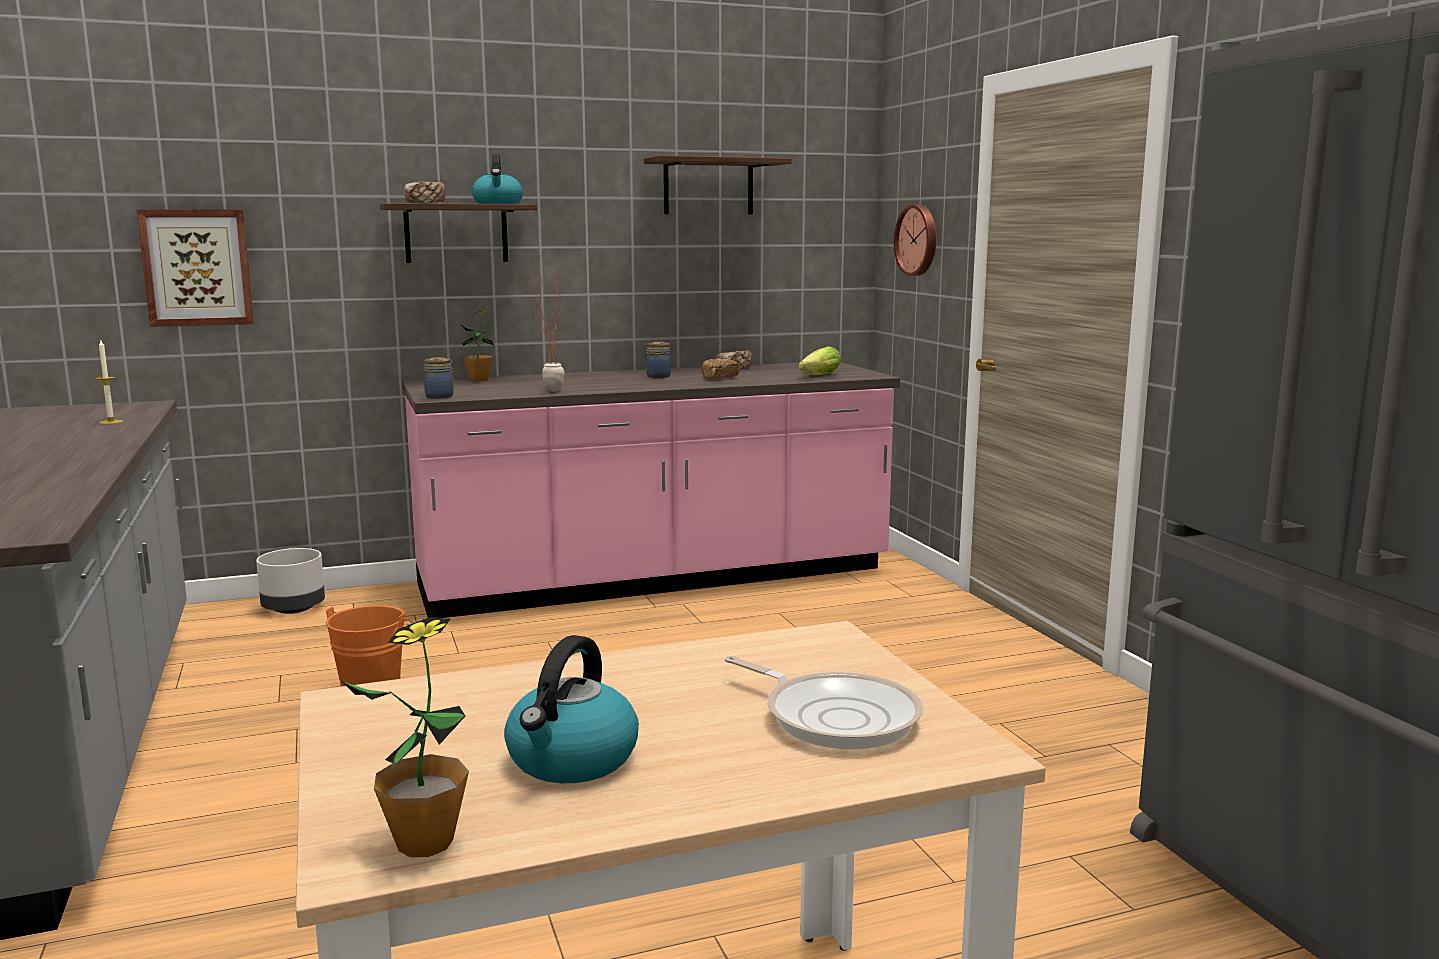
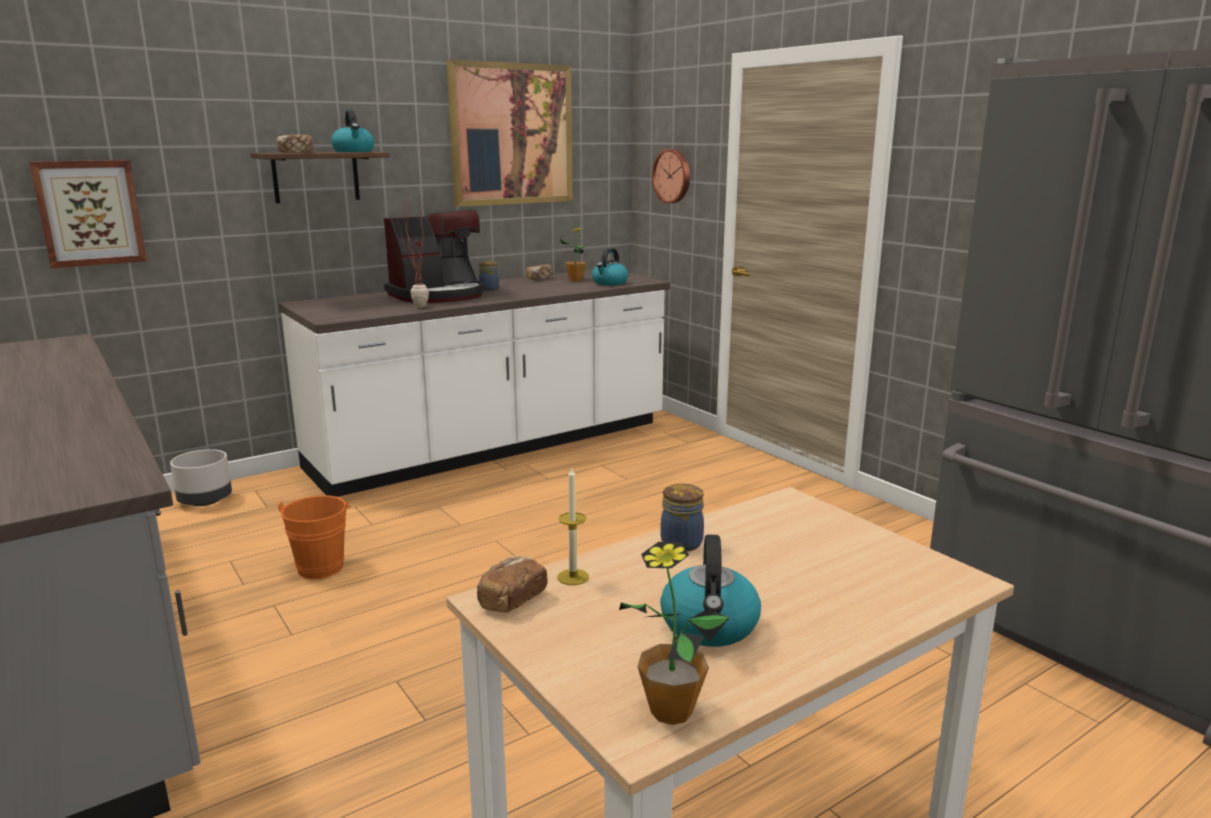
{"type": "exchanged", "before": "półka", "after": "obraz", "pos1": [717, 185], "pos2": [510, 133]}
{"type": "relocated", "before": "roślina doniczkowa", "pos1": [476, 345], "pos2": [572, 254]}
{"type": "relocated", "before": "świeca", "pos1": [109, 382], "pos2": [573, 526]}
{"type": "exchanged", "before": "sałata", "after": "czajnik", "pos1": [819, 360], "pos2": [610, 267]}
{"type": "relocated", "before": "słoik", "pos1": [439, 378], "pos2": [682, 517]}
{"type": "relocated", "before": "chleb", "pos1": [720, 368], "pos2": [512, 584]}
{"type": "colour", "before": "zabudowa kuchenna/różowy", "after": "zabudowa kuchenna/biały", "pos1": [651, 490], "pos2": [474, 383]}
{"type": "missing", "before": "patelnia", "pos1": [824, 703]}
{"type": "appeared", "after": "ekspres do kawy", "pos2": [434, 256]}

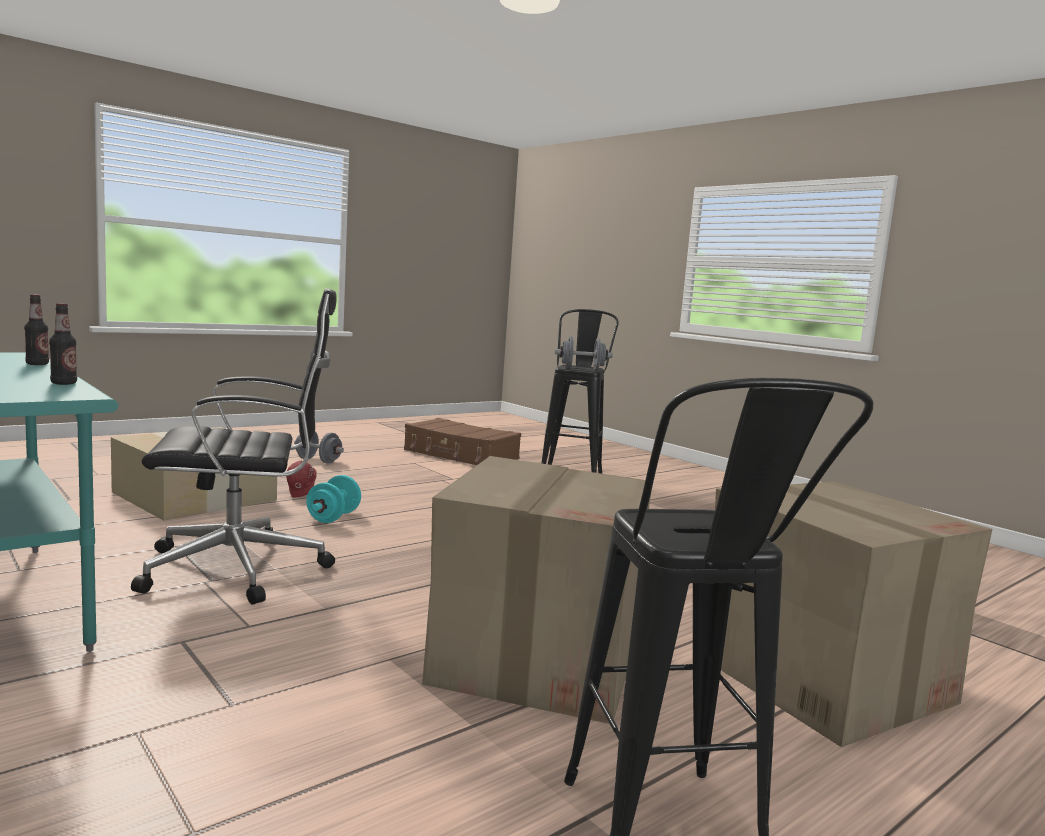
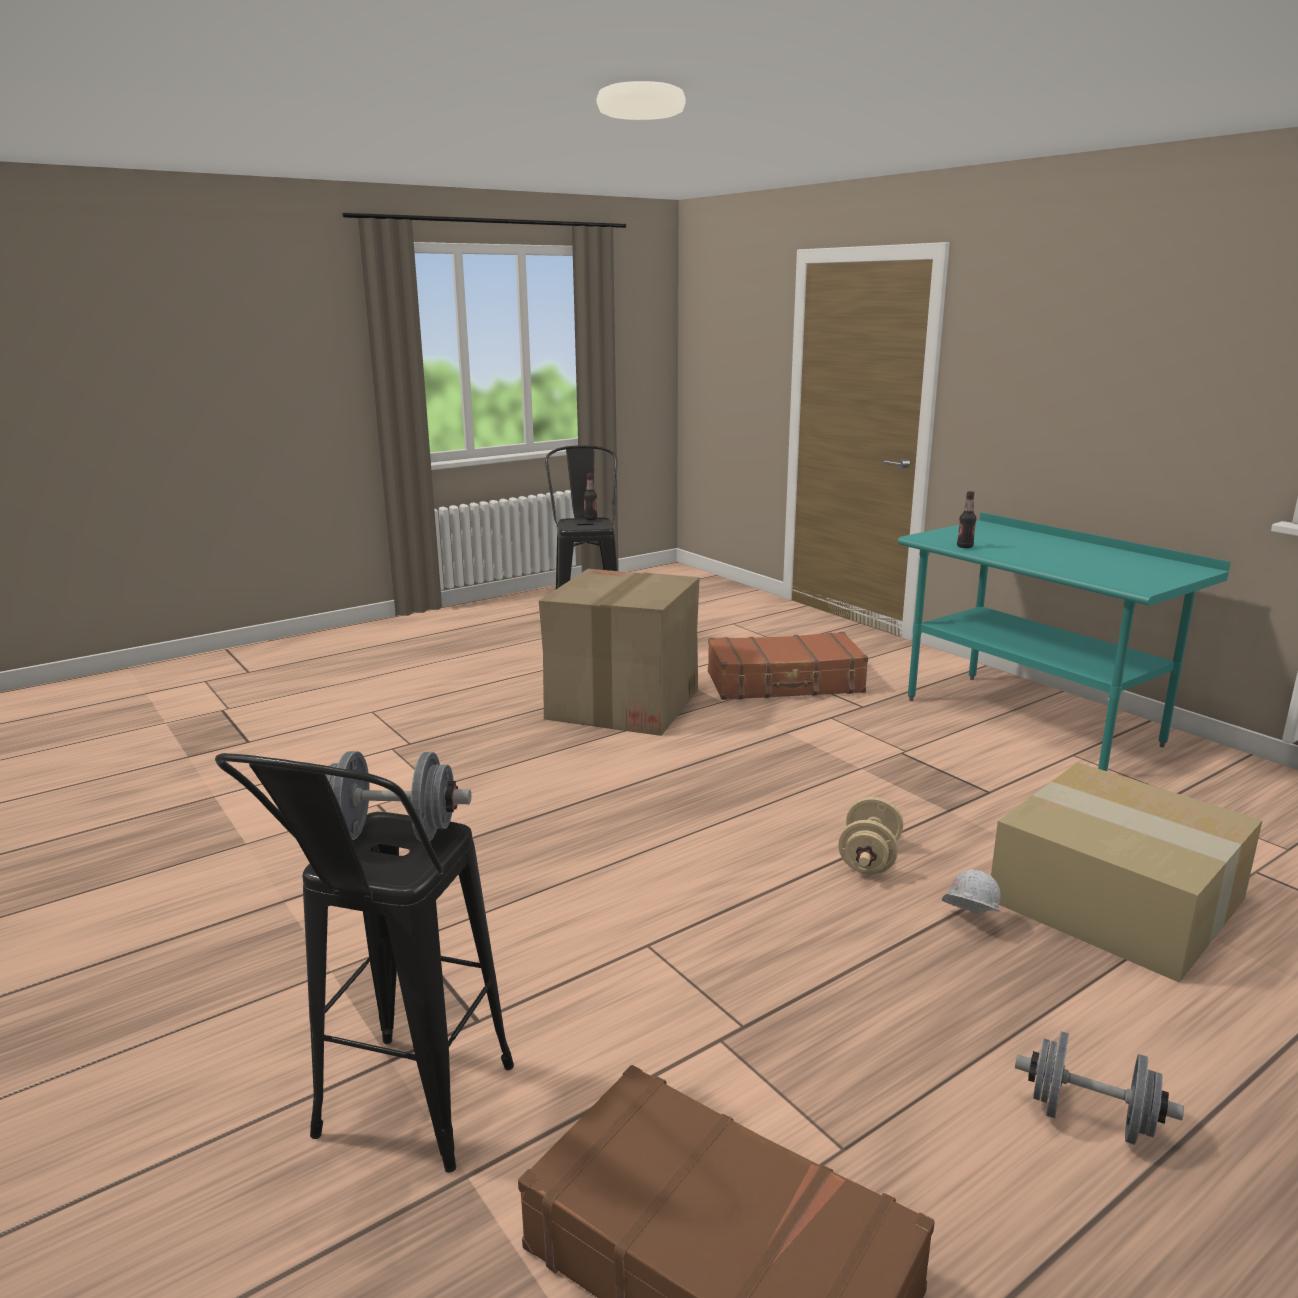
{"type": "missing", "before": "krzesło biurowe/czarny", "pos1": [234, 446]}
{"type": "relocated", "before": "butelka", "pos1": [36, 329], "pos2": [590, 496]}
{"type": "colour", "before": "kask/czerwony", "after": "kask/biały", "pos1": [301, 479], "pos2": [971, 891]}
{"type": "colour", "before": "hantel/turkusowy", "after": "hantel/beżowy", "pos1": [333, 499], "pos2": [870, 836]}
{"type": "missing", "before": "karton", "pos1": [854, 614]}
{"type": "appeared", "after": "walizka/brązowy", "pos2": [788, 666]}

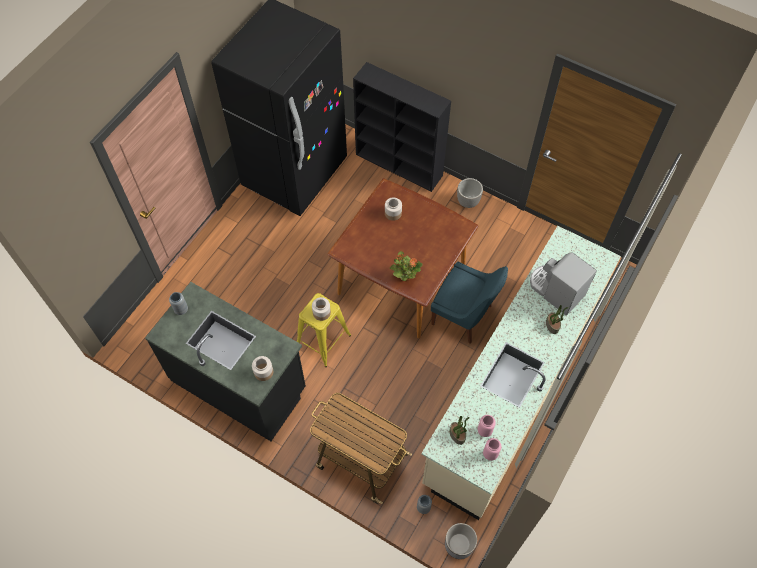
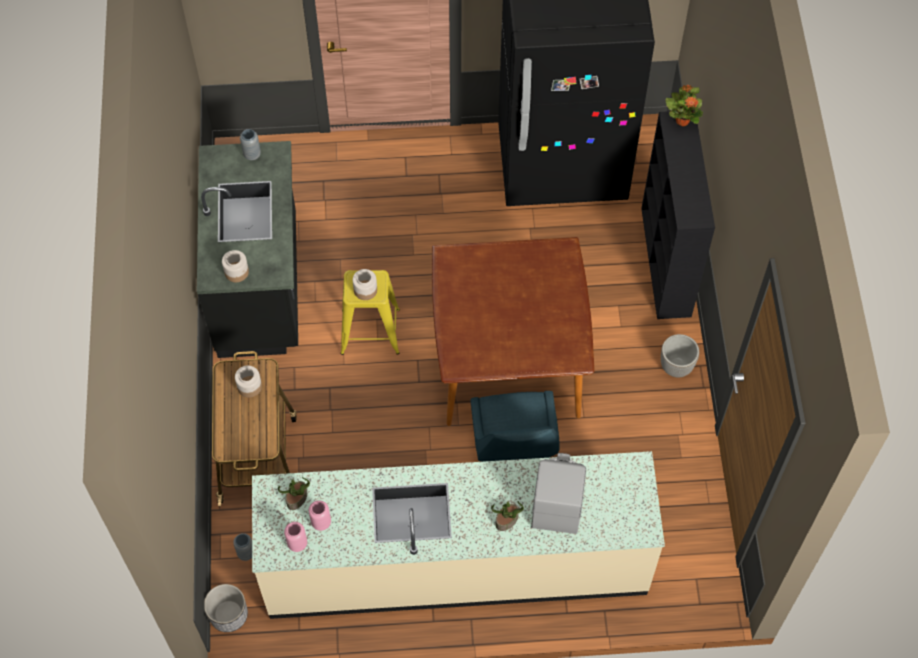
{"type": "relocated", "before": "słoik", "pos1": [393, 209], "pos2": [248, 381]}
{"type": "relocated", "before": "roślina doniczkowa", "pos1": [406, 266], "pos2": [684, 105]}

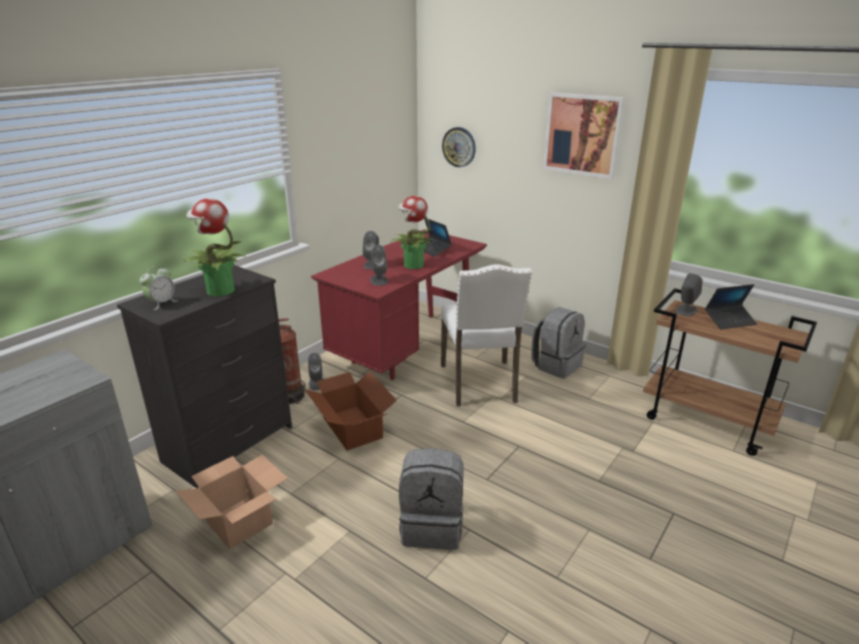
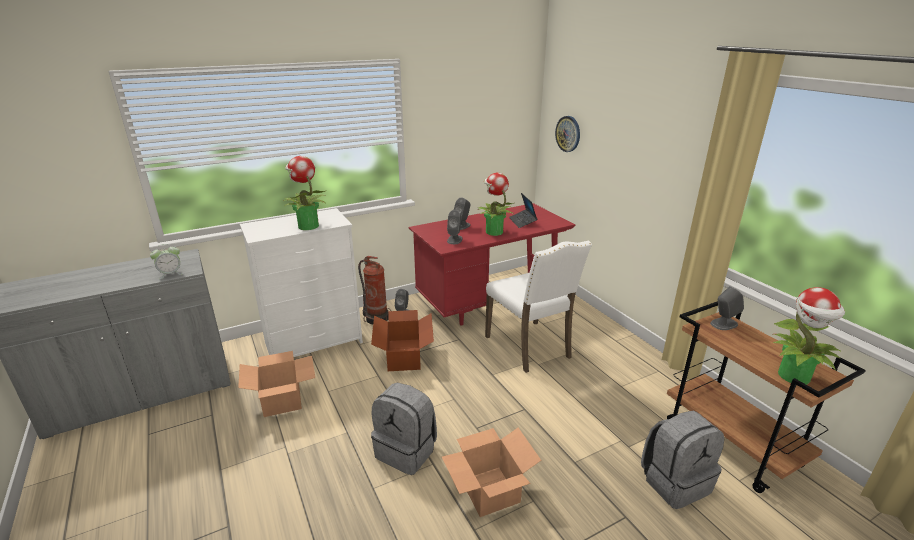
{"type": "missing", "before": "obraz", "pos1": [584, 135]}
{"type": "spun", "before": "krzesło/biały", "pos1": [486, 335], "pos2": [538, 307], "turn": -45}
{"type": "colour", "before": "komoda/czarny", "after": "komoda/biały", "pos1": [204, 376], "pos2": [301, 282]}
{"type": "relocated", "before": "budzik", "pos1": [158, 288], "pos2": [166, 261]}
{"type": "missing", "before": "laptop", "pos1": [731, 307]}
{"type": "relocated", "before": "plecak/szary", "pos1": [558, 343], "pos2": [682, 460]}
{"type": "appeared", "after": "roślina doniczkowa", "pos2": [809, 336]}
{"type": "appeared", "after": "karton", "pos2": [491, 472]}

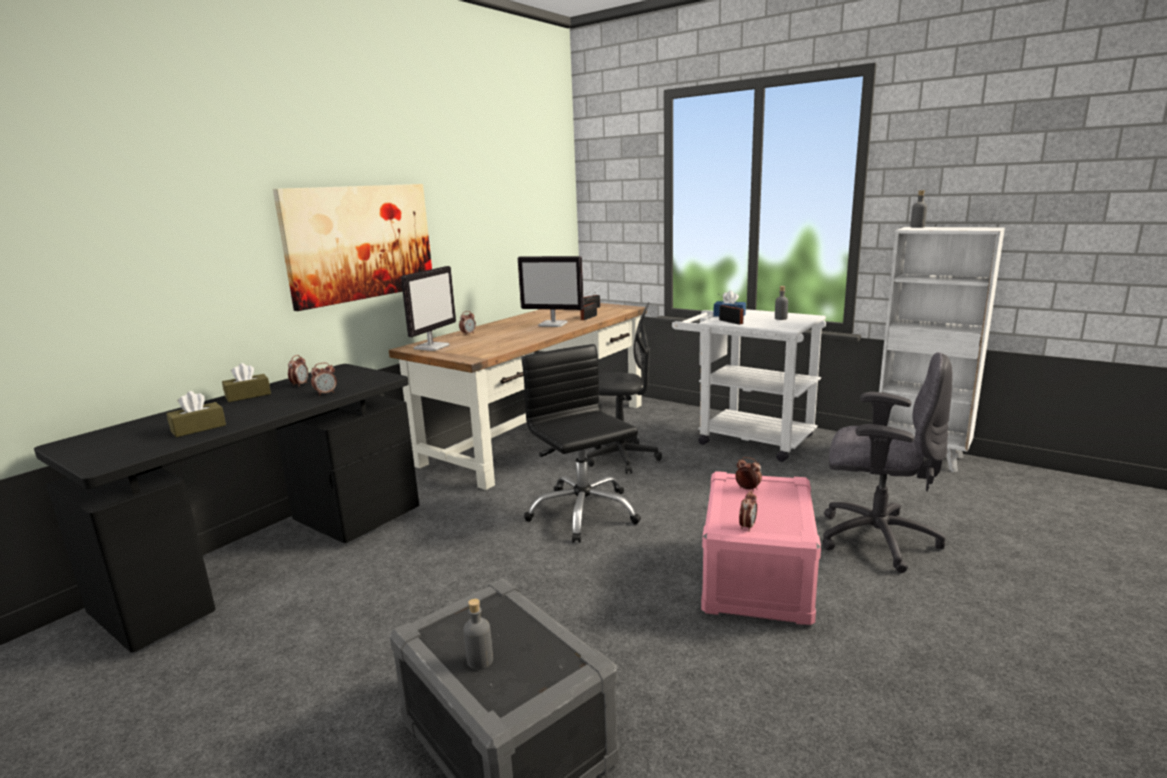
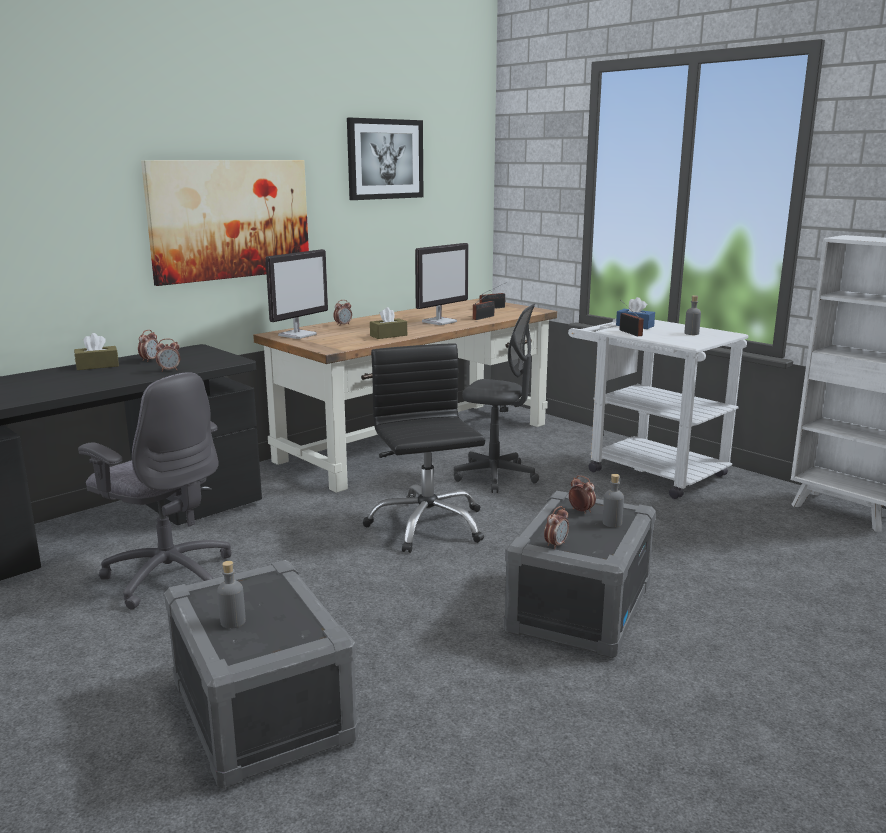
{"type": "relocated", "before": "butelka/szary", "pos1": [918, 209], "pos2": [613, 500]}
{"type": "spun", "before": "monitor", "pos1": [551, 291], "pos2": [442, 284], "turn": -75}
{"type": "relocated", "before": "krzesło biurowe/szary", "pos1": [887, 462], "pos2": [155, 491]}
{"type": "relocated", "before": "pudełko chusteczek/brązowy", "pos1": [196, 414], "pos2": [388, 323]}
{"type": "colour", "before": "pojemnik do przechowywania/różowy", "after": "pojemnik do przechowywania/szary", "pos1": [761, 548], "pos2": [579, 574]}
{"type": "appeared", "after": "obraz", "pos2": [385, 159]}

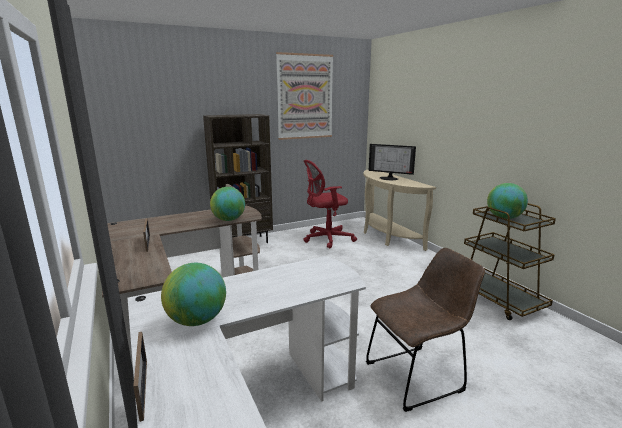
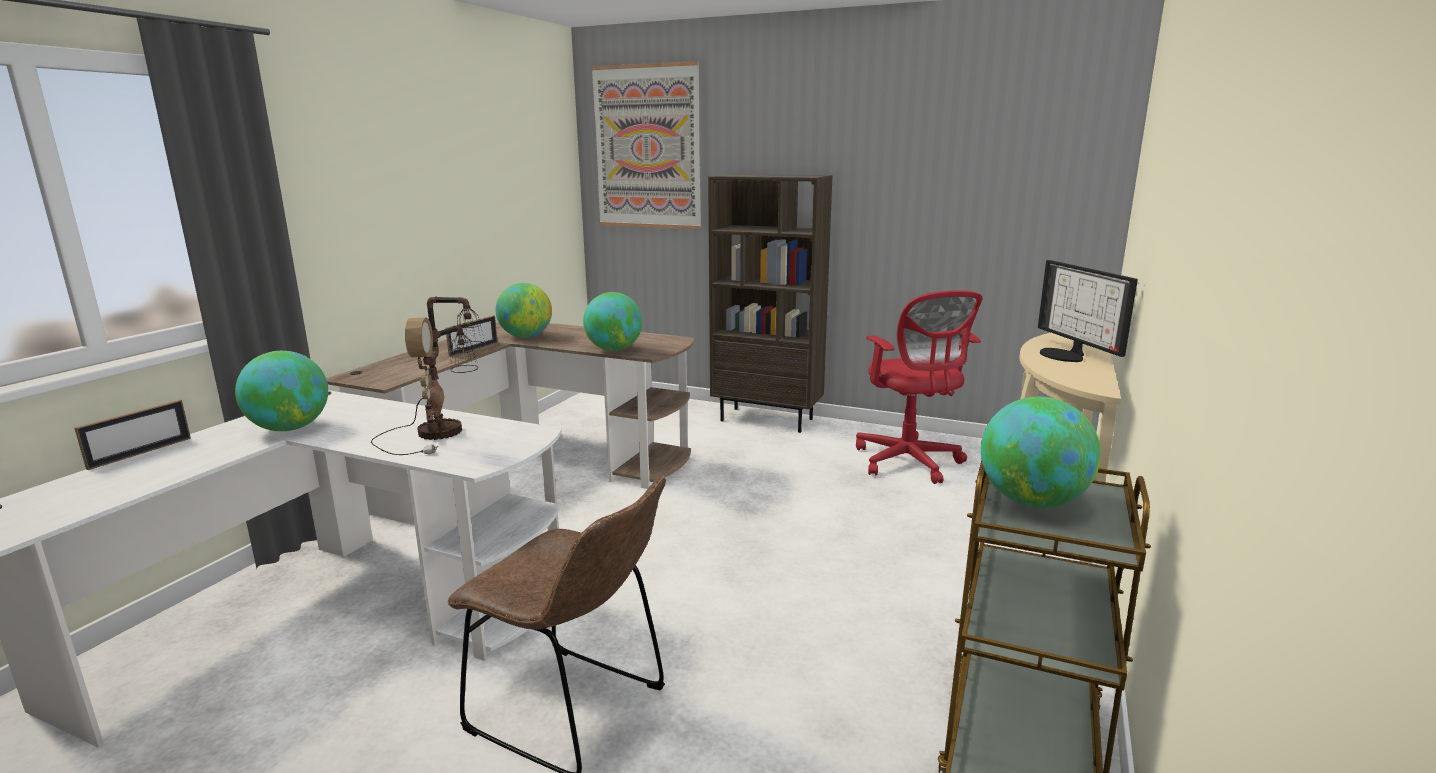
{"type": "relocated", "before": "obraz", "pos1": [304, 96], "pos2": [646, 145]}
{"type": "spun", "before": "krzesło biurowe/czerwony", "pos1": [330, 204], "pos2": [919, 387], "turn": -135}
{"type": "appeared", "after": "globus", "pos2": [524, 310]}
{"type": "appeared", "after": "lampa stołowa", "pos2": [428, 375]}

